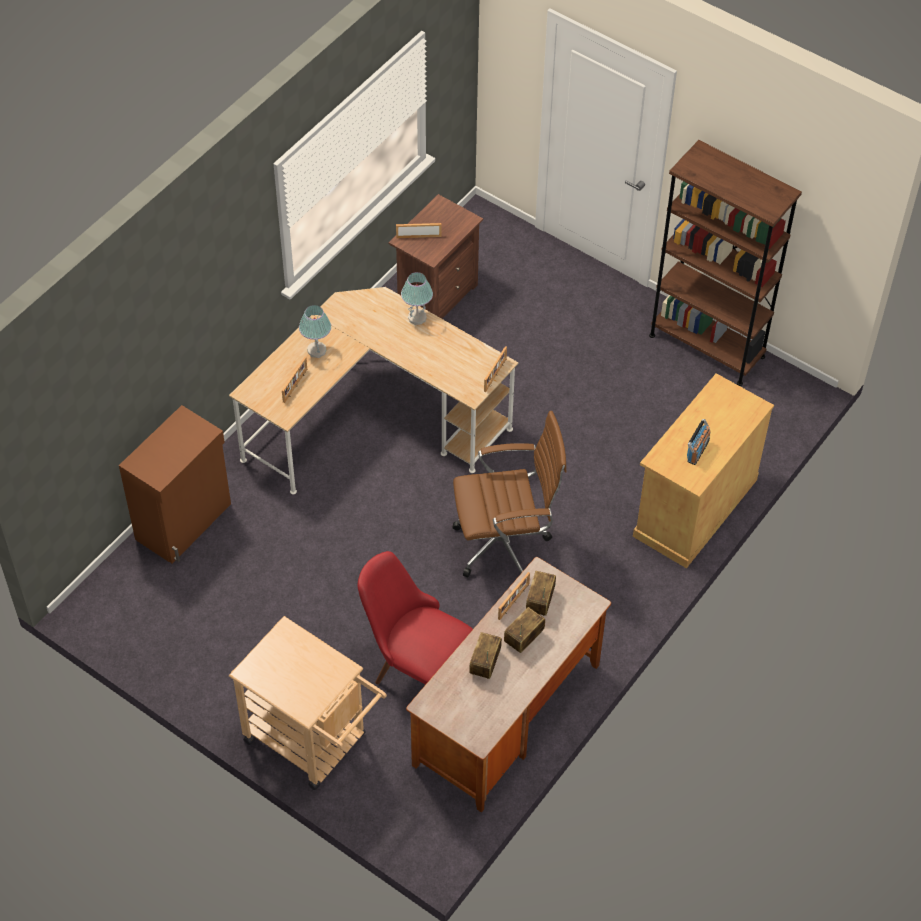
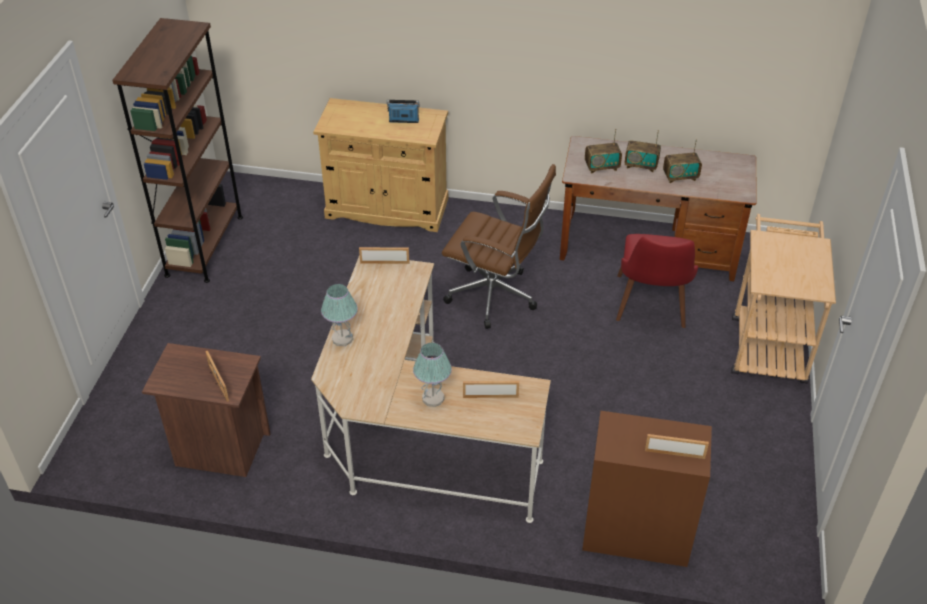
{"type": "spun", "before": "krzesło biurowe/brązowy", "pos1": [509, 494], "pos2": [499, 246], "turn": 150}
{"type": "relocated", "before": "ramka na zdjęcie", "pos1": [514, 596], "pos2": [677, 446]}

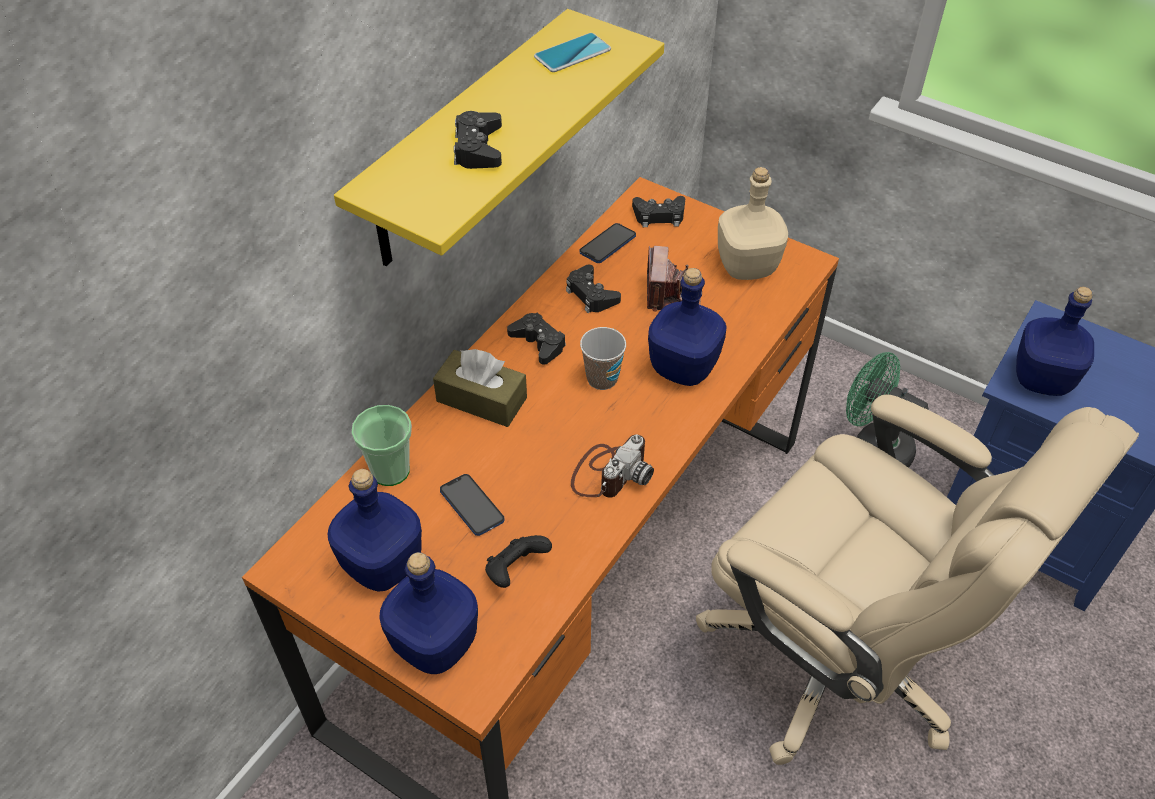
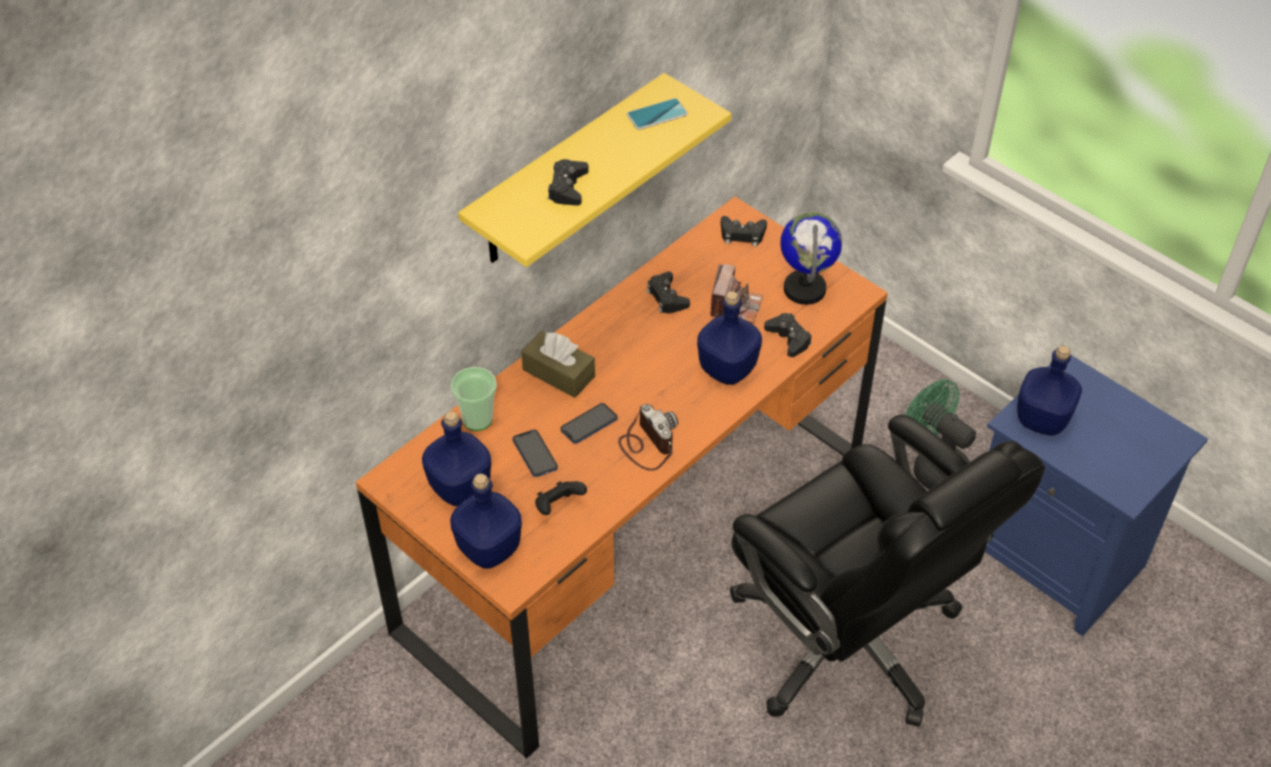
{"type": "exchanged", "before": "butelka/beżowy", "after": "globus", "pos1": [753, 223], "pos2": [811, 258]}
{"type": "relocated", "before": "telefon", "pos1": [607, 243], "pos2": [589, 423]}
{"type": "relocated", "before": "pad do gier/czarny", "pos1": [536, 338], "pos2": [788, 335]}
{"type": "missing", "before": "filiżanka", "pos1": [603, 358]}
{"type": "colour", "before": "krzesło biurowe/beżowy", "after": "krzesło biurowe/czarny", "pos1": [917, 579], "pos2": [887, 571]}
{"type": "spun", "before": "aparat fotograficzny", "pos1": [612, 466], "pos2": [648, 437], "turn": -75}

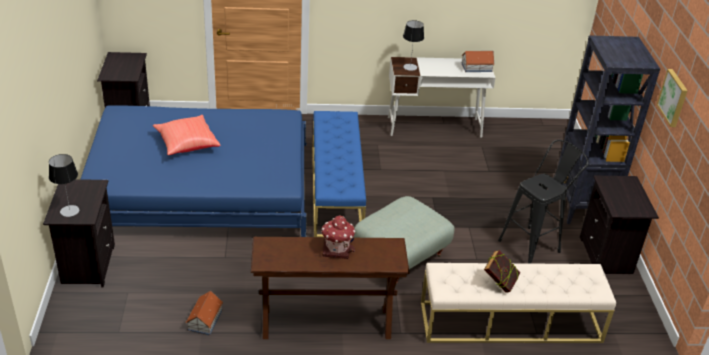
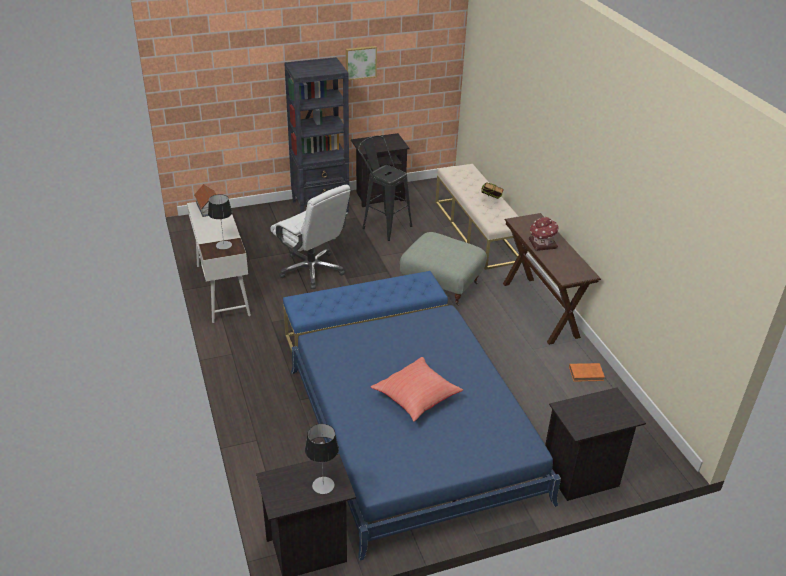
{"type": "relocated", "before": "lampa stołowa", "pos1": [64, 185], "pos2": [322, 459]}
{"type": "exchanged", "before": "domek", "after": "książka/pomarańczowy", "pos1": [204, 313], "pos2": [587, 372]}
{"type": "appeared", "after": "krzesło biurowe/biały", "pos2": [310, 237]}

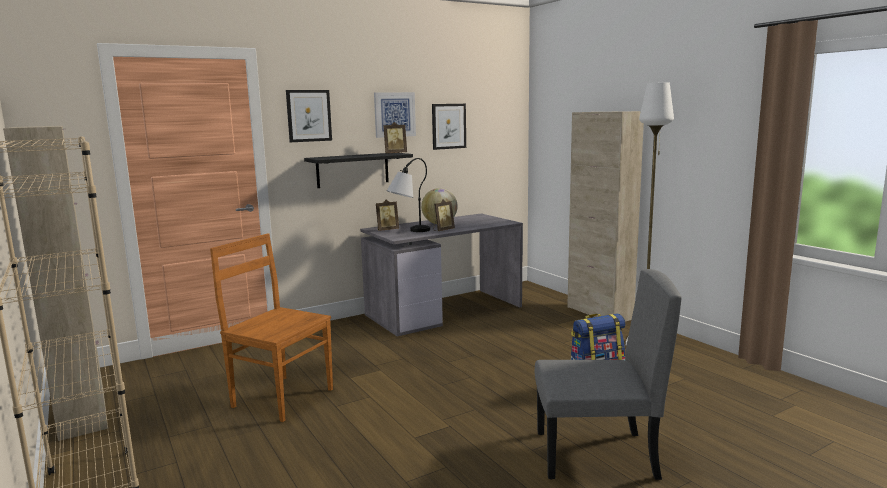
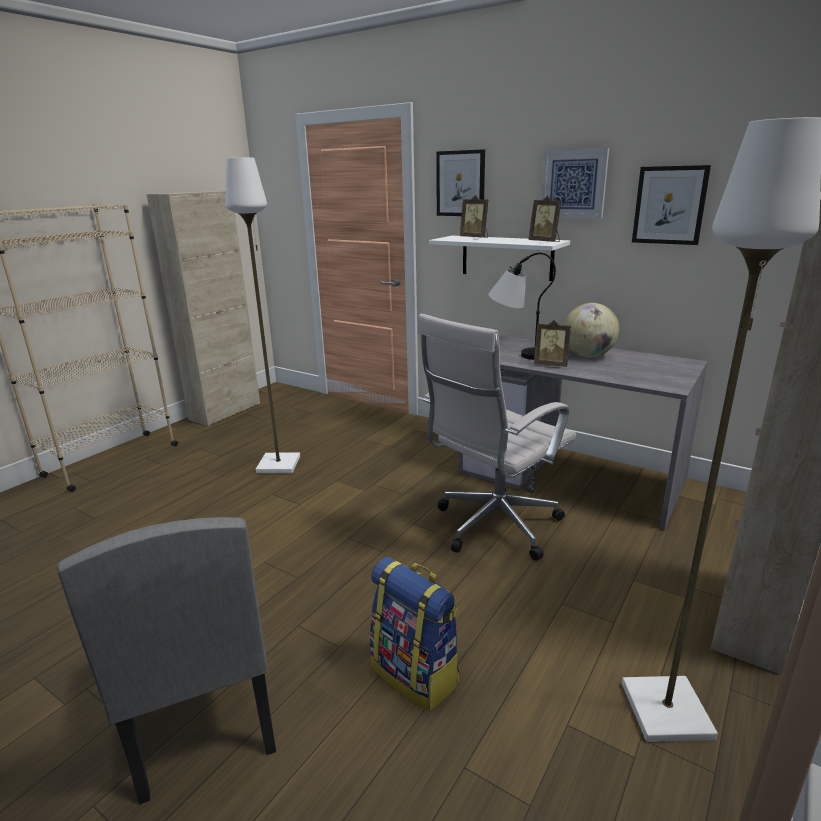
{"type": "colour", "before": "półka/czarny", "after": "półka/biały", "pos1": [358, 170], "pos2": [499, 258]}
{"type": "relocated", "before": "ramka na zdjęcie", "pos1": [387, 215], "pos2": [474, 216]}
{"type": "exchanged", "before": "krzesło/brązowy", "after": "lampa stojąca/biały", "pos1": [271, 327], "pos2": [262, 315]}
{"type": "appeared", "after": "krzesło biurowe/biały", "pos2": [496, 437]}

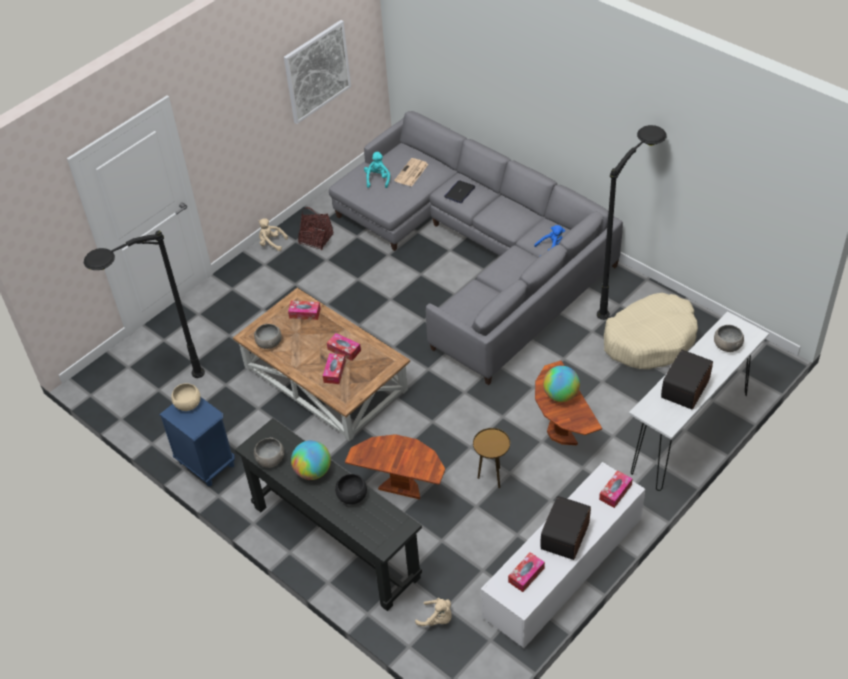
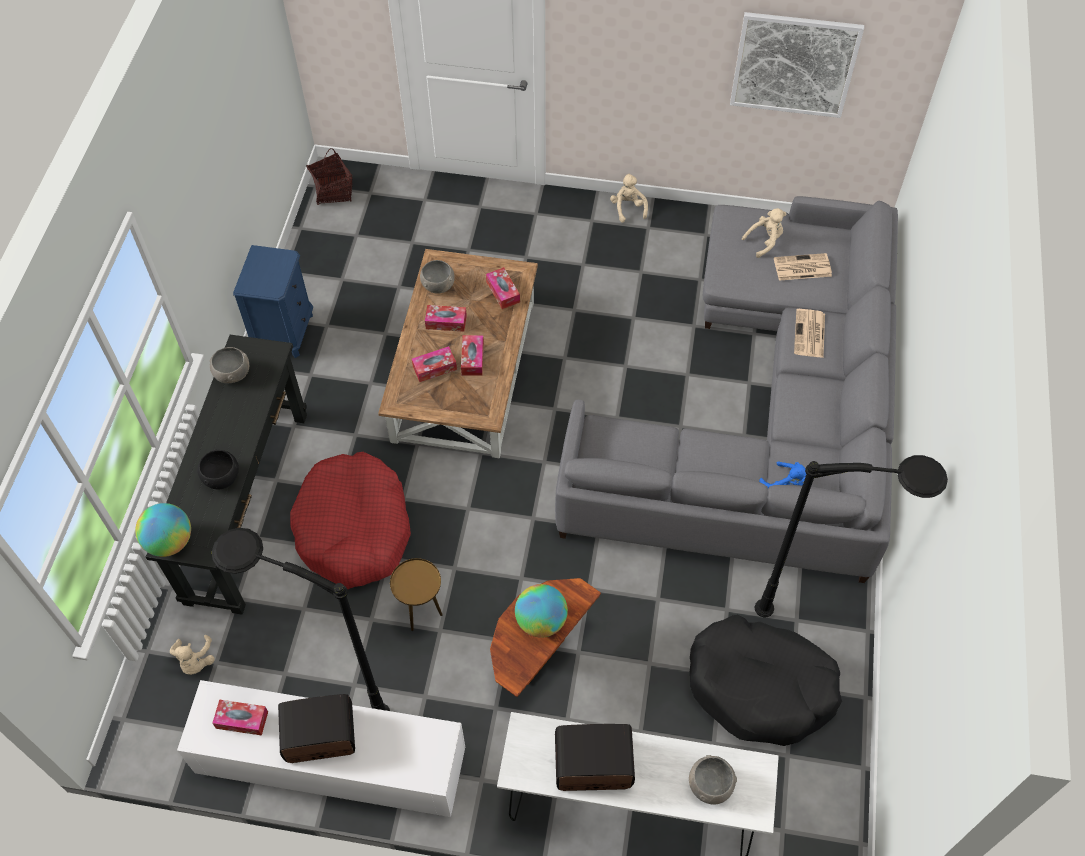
{"type": "colour", "before": "pluszak/turkusowy", "after": "pluszak/beżowy", "pos1": [377, 170], "pos2": [764, 233]}
{"type": "exchanged", "before": "laptop", "after": "gazeta", "pos1": [459, 191], "pos2": [809, 333]}
{"type": "relocated", "before": "koszyk", "pos1": [316, 228], "pos2": [329, 176]}
{"type": "relocated", "before": "lampa stojąca/czarny", "pos1": [144, 304], "pos2": [301, 619]}
{"type": "colour", "before": "legowisko/beżowy", "after": "legowisko/czarny", "pos1": [651, 331], "pos2": [766, 680]}
{"type": "missing", "before": "miska/beżowy", "pos1": [186, 397]}
{"type": "exchanged", "before": "stolik/brązowy", "after": "legowisko/czerwony", "pos1": [395, 466], "pos2": [350, 520]}
{"type": "relocated", "before": "globus", "pos1": [311, 460], "pos2": [163, 530]}
{"type": "relocated", "before": "pudełko chusteczek", "pos1": [616, 489], "pos2": [446, 318]}

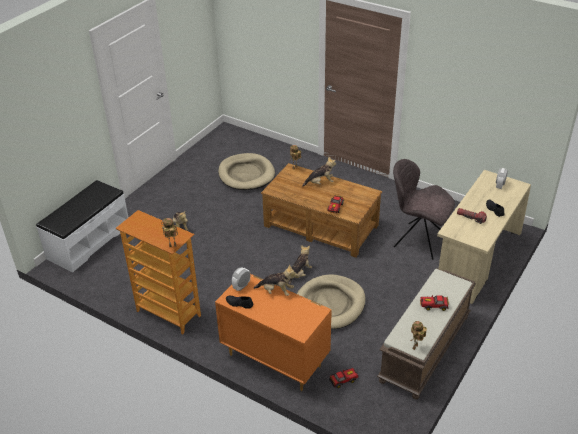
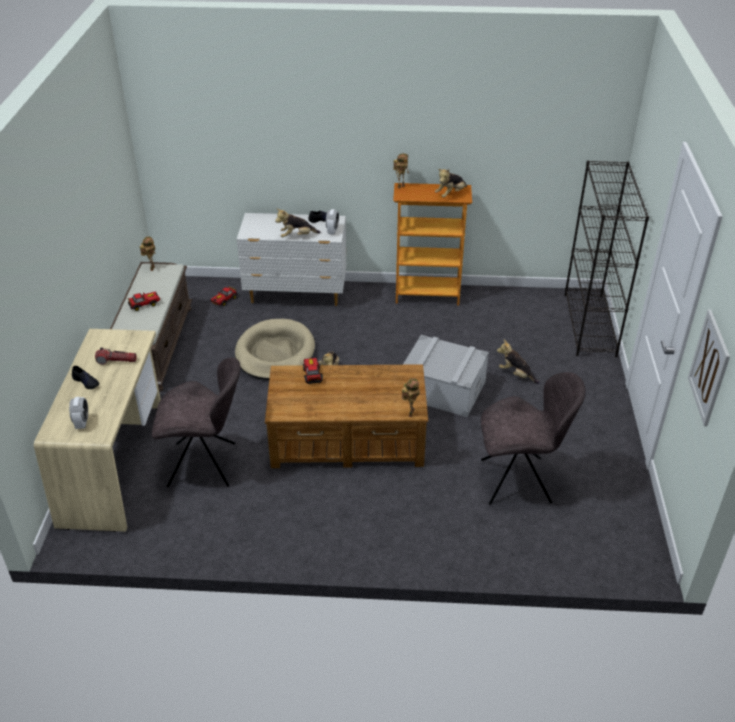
{"type": "exchanged", "before": "legowisko/beżowy", "after": "krzesło/szary", "pos1": [246, 171], "pos2": [533, 438]}
{"type": "relocated", "before": "pluszak", "pos1": [319, 172], "pos2": [451, 183]}
{"type": "exchanged", "before": "ławka/biały", "after": "regał/czarny", "pos1": [82, 226], "pos2": [606, 259]}
{"type": "colour", "before": "komoda/pomarańczowy", "after": "komoda/biały", "pos1": [273, 332], "pos2": [291, 259]}
{"type": "appeared", "after": "obraz", "pos2": [709, 367]}
{"type": "appeared", "after": "pojemnik do przechowywania/szary", "pos2": [445, 376]}

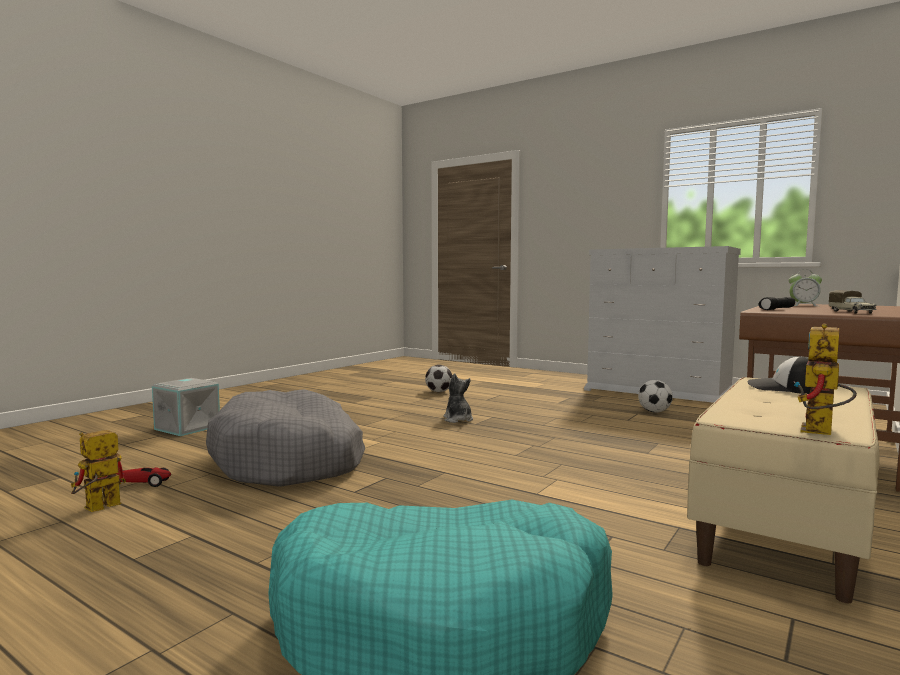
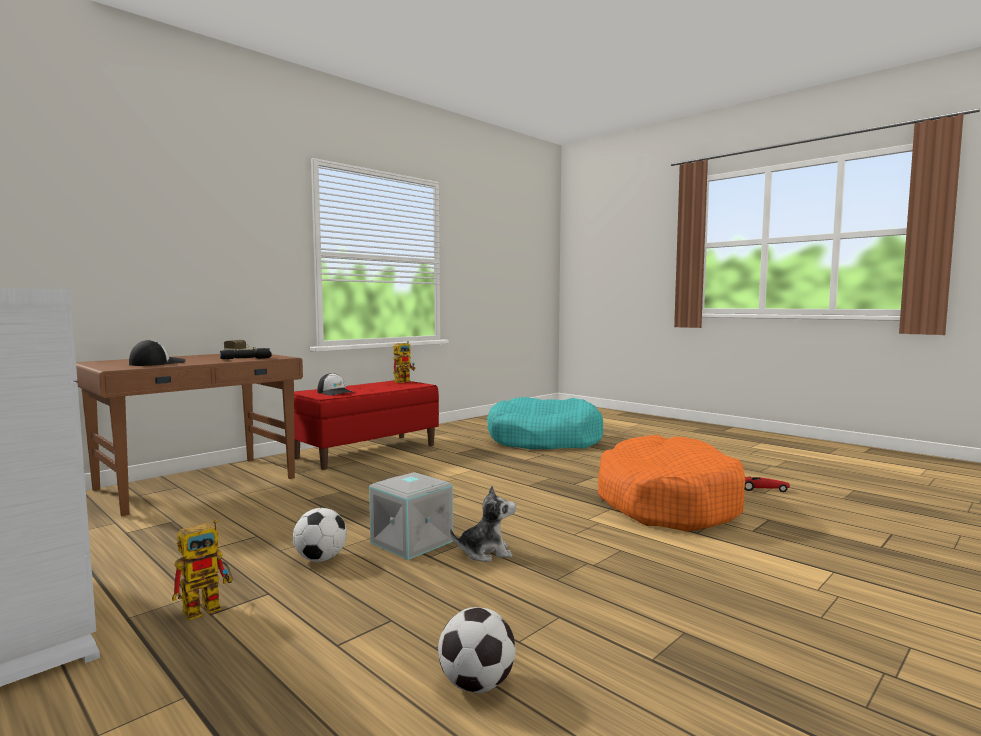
{"type": "exchanged", "before": "budzik", "after": "czapka z daszkiem", "pos1": [805, 290], "pos2": [157, 353]}
{"type": "spun", "before": "pluszak", "pos1": [458, 398], "pos2": [483, 523], "turn": -90}
{"type": "colour", "before": "ławka/beżowy", "after": "ławka/czerwony", "pos1": [783, 490], "pos2": [366, 425]}
{"type": "relocated", "before": "pojemnik do przechowywania/szary", "pos1": [186, 407], "pos2": [411, 516]}
{"type": "relocated", "before": "piłka futbolowa", "pos1": [655, 396], "pos2": [320, 535]}
{"type": "colour", "before": "legowisko/szary", "after": "legowisko/pomarańczowy", "pos1": [285, 438], "pos2": [671, 483]}
{"type": "relocated", "before": "robot zabawkowy", "pos1": [98, 471], "pos2": [202, 569]}

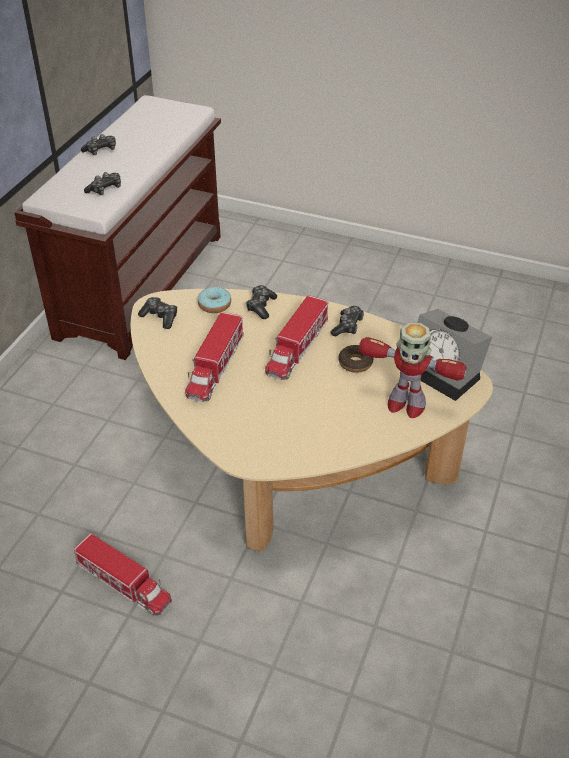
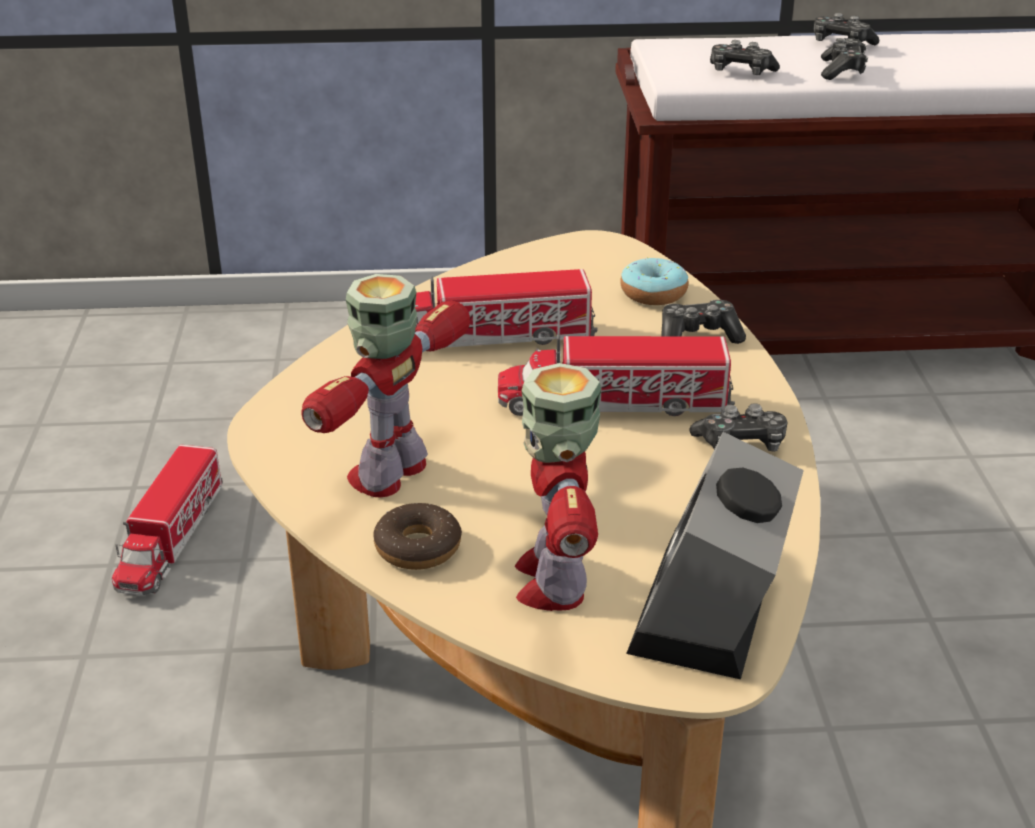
{"type": "relocated", "before": "pad do gier", "pos1": [157, 313], "pos2": [844, 59]}
{"type": "relocated", "before": "donut", "pos1": [355, 359], "pos2": [417, 536]}
{"type": "appeared", "after": "robot zabawkowy", "pos2": [385, 386]}

